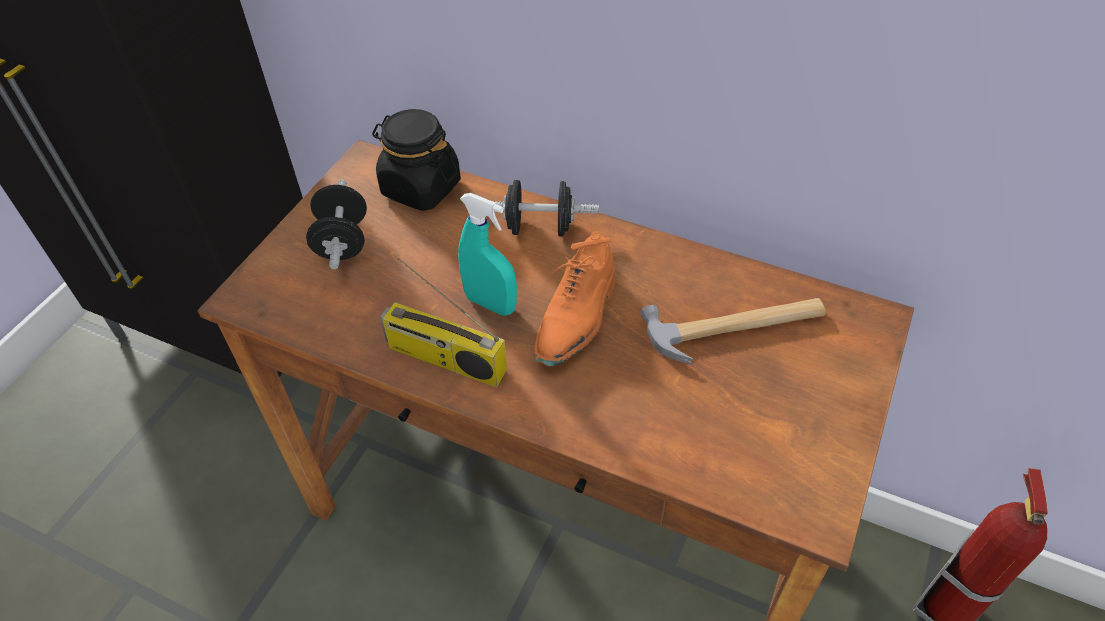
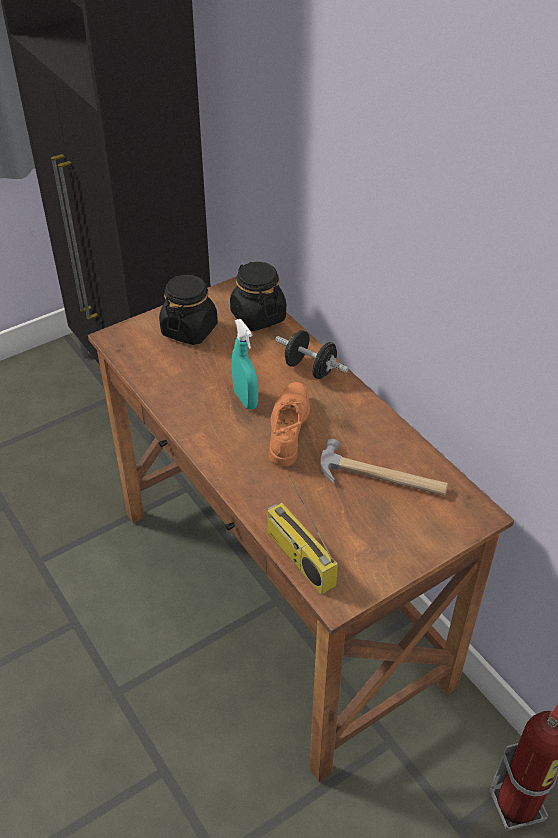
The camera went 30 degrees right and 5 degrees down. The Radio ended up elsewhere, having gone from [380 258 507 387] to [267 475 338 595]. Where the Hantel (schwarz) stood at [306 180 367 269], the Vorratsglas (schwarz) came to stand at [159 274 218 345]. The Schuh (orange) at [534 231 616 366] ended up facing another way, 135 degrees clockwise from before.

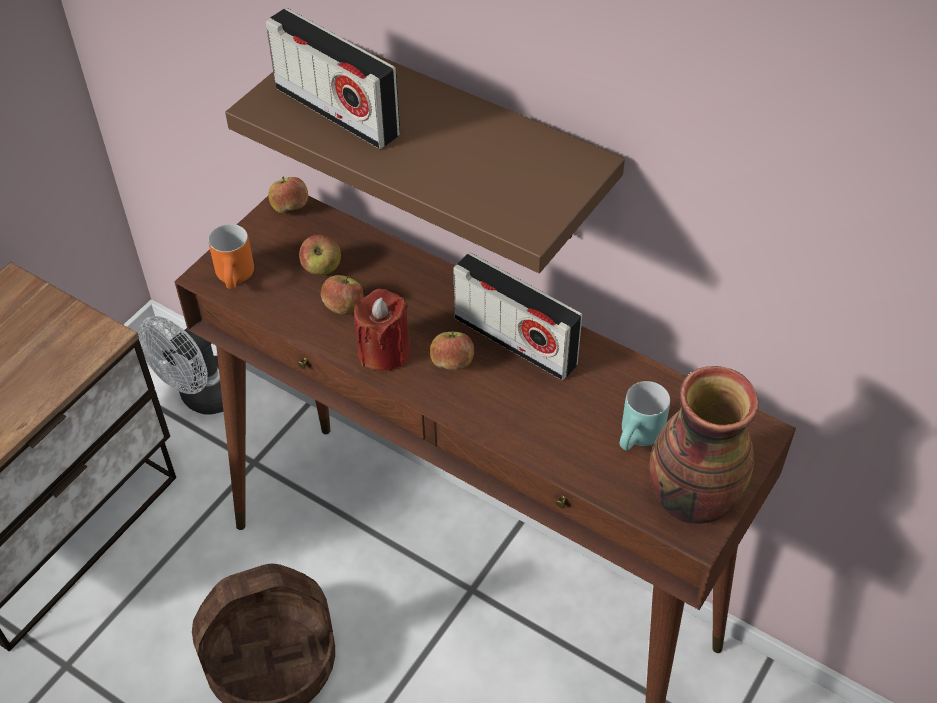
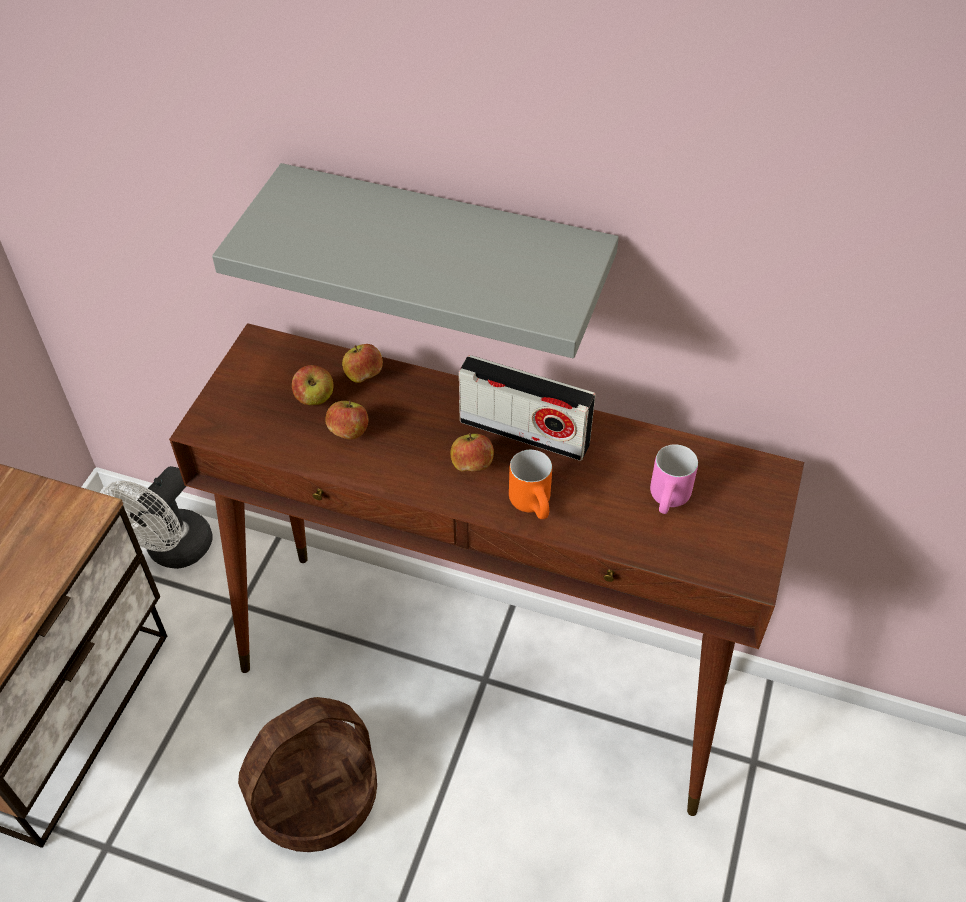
The camera went 15 degrees left and 0 degrees up. The second view lost the Radio at [266 8 400 149]. The second view lost the Kerze (rot) at [354 289 411 372]. The second view lost the Vase at [649 366 759 524]. The Henkelbecher (orange) ended up elsewhere, having gone from [208 224 254 289] to [509 450 552 519]. The Apfel ended up elsewhere, having gone from [268 177 308 213] to [342 344 383 383]. What was the Wandregal (braun) at [225 49 625 273] turned into the Wandregal (grau) at [212 163 619 358]. What was the Henkelbecher (türkis) at [620 381 670 451] turned into the Henkelbecher (rosa) at [650 444 698 514].

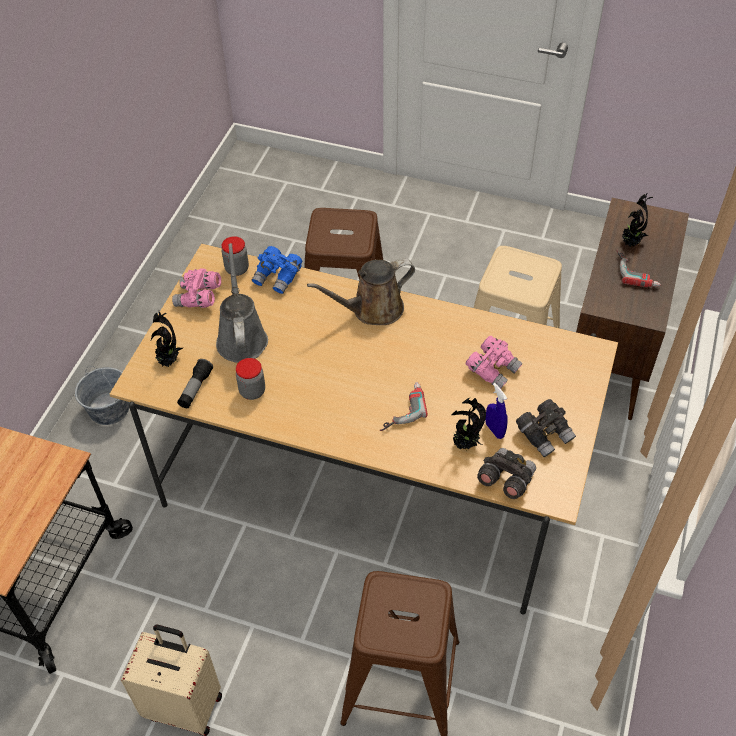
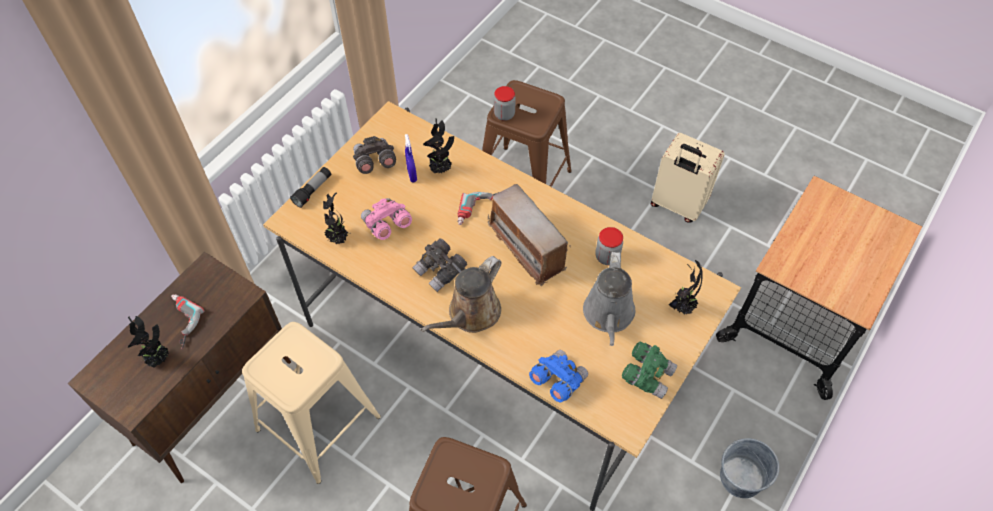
The camera went 165 degrees left and 5 degrees up. The second view gained the Topfpflanze at [323 192 350 245]. The second view gained the Radio at [488 184 571 286]. The Taschenlampe ended up elsewhere, having gone from [177 359 213 408] to [290 167 331 208]. The Vorratsglas ended up elsewhere, having gone from [222 236 249 276] to [494 86 516 121]. The Fernglas (grau) ended up elsewhere, having gone from [477 448 536 499] to [412 239 467 292]. What was the Fernglas (rosa) at [172 268 221 308] turned into the Fernglas (grün) at [622 341 677 399]. The Gießkanne (braun) at [307 259 415 325] ended up facing another way, 135 degrees clockwise from before.

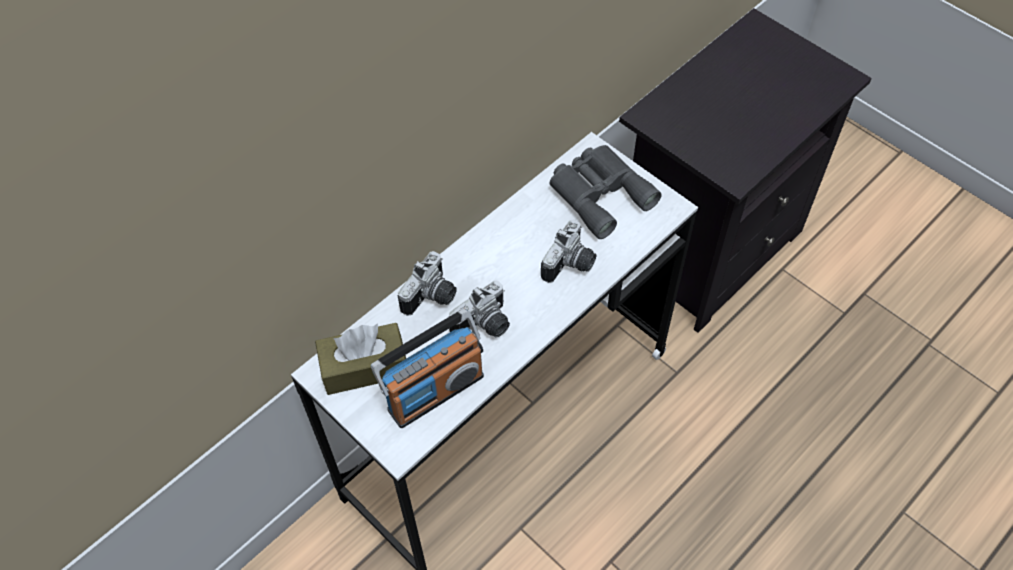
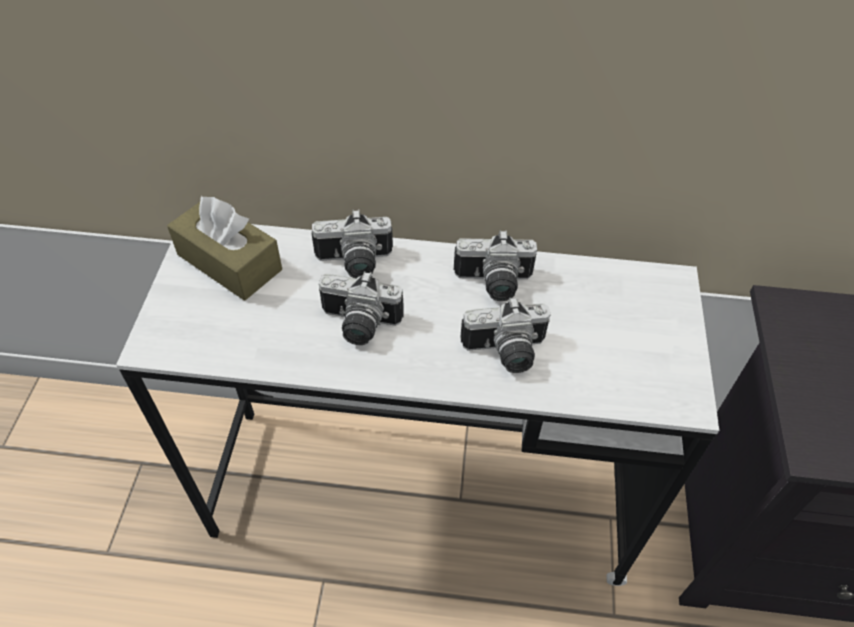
The camera went 50 degrees right and 5 degrees down. The second view lost the Radio at [371 309 484 429]. The second view lost the Fernglas (grau) at [550 145 662 239]. The second view gained the Kamera at [454 230 537 301].

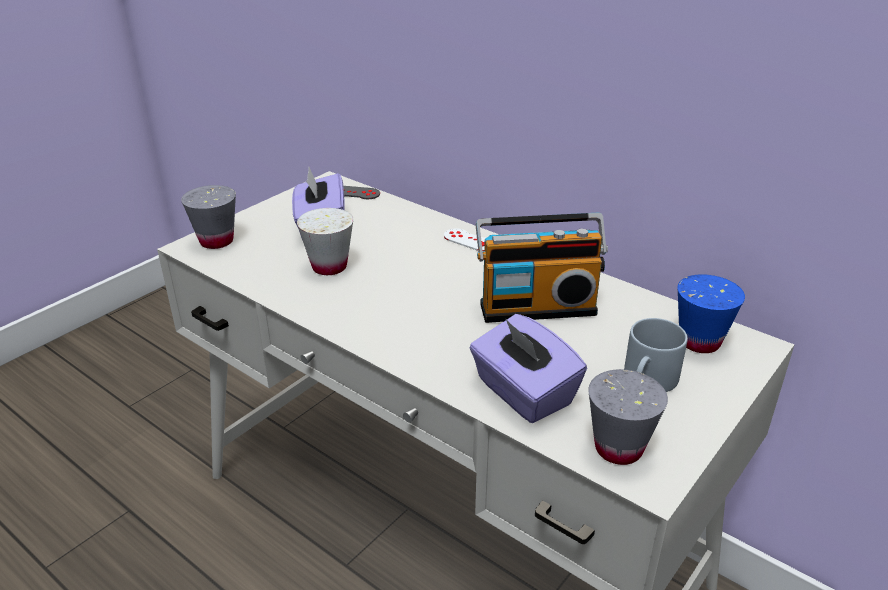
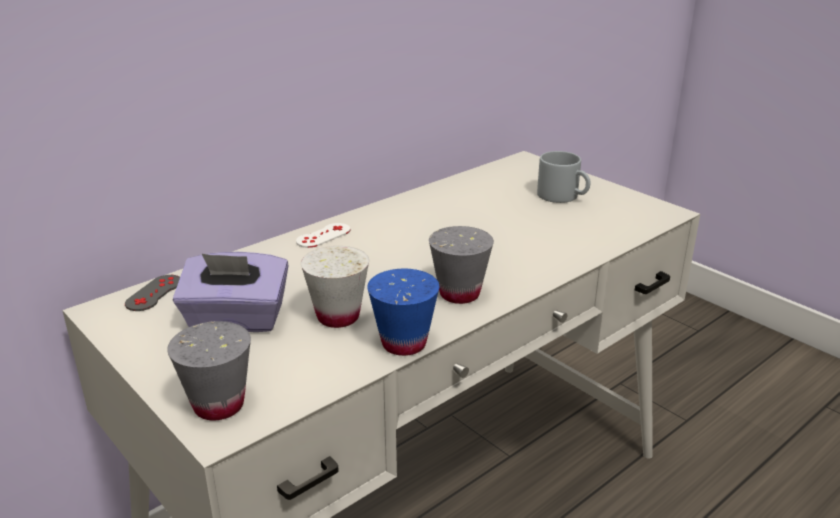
The camera went 80 degrees left and 5 degrees down. The second view lost the Taschentuchbox (lila) at [470 314 587 423]. The second view lost the Radio at [476 213 608 323]. The Tasse (grau) ended up elsewhere, having gone from [588 369 668 465] to [429 226 494 304]. The Tasse (blau) ended up elsewhere, having gone from [677 274 745 353] to [367 269 439 356].

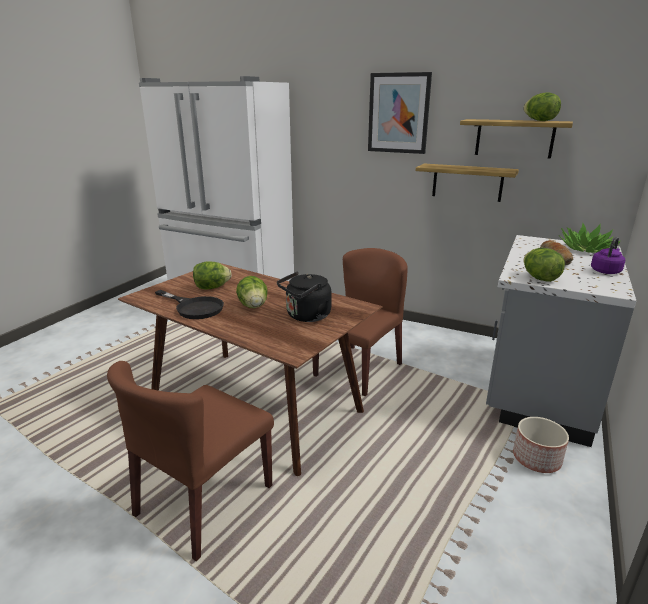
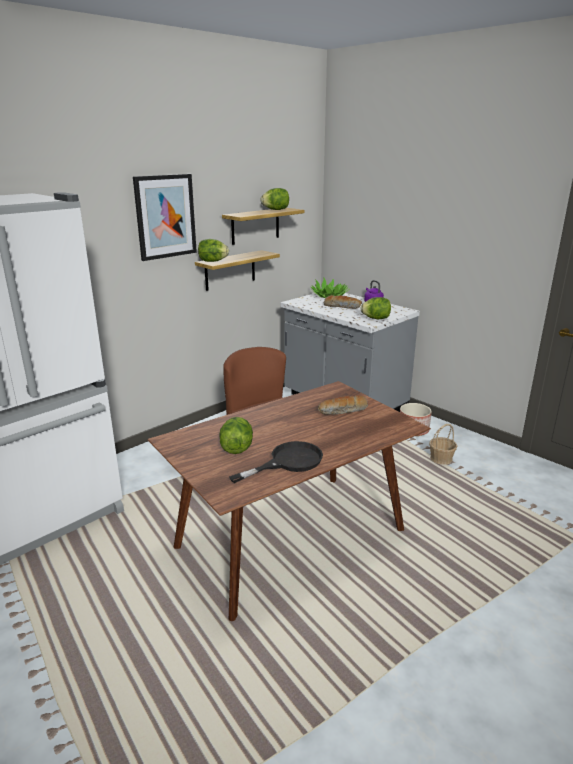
The camera went 70 degrees left and 0 degrees up. The second view lost the Stuhl (braun) at [107 361 274 561]. The second view gained the Korb at [429 424 457 465]. The Salatkopf ended up elsewhere, having gone from [236 276 268 308] to [198 239 229 262]. Where the Wasserkessel (schwarz) stood at [277 272 332 322], the Brot came to stand at [318 395 368 415].

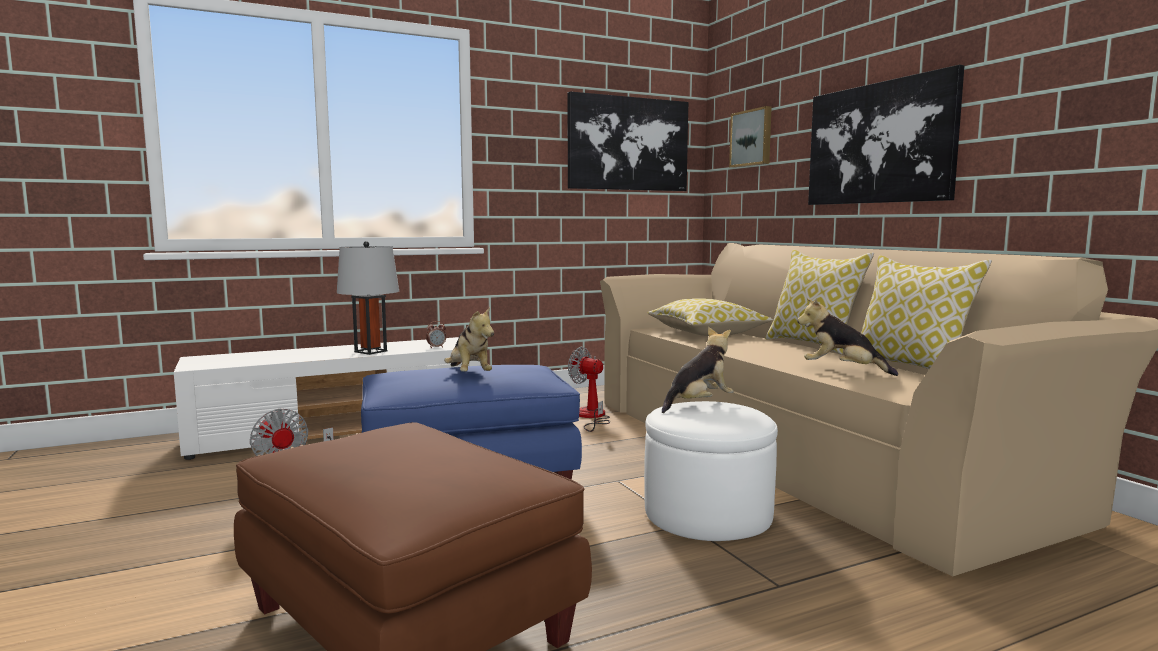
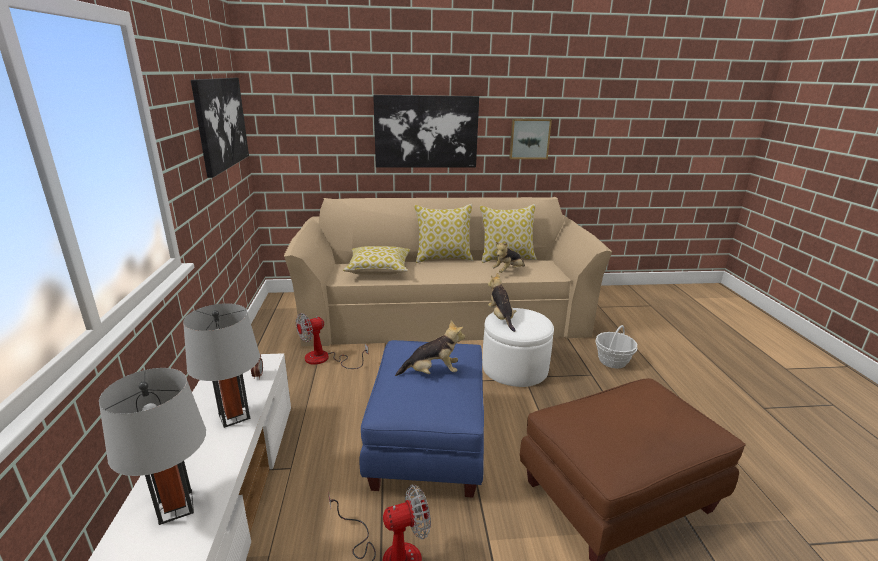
The camera went 70 degrees left and 15 degrees up. The second view gained the Tischlampe (grau) at [99 368 206 525]. The second view gained the Korb at [595 325 638 369]. The Bild ended up elsewhere, having gone from [729 106 772 168] to [509 119 552 159].

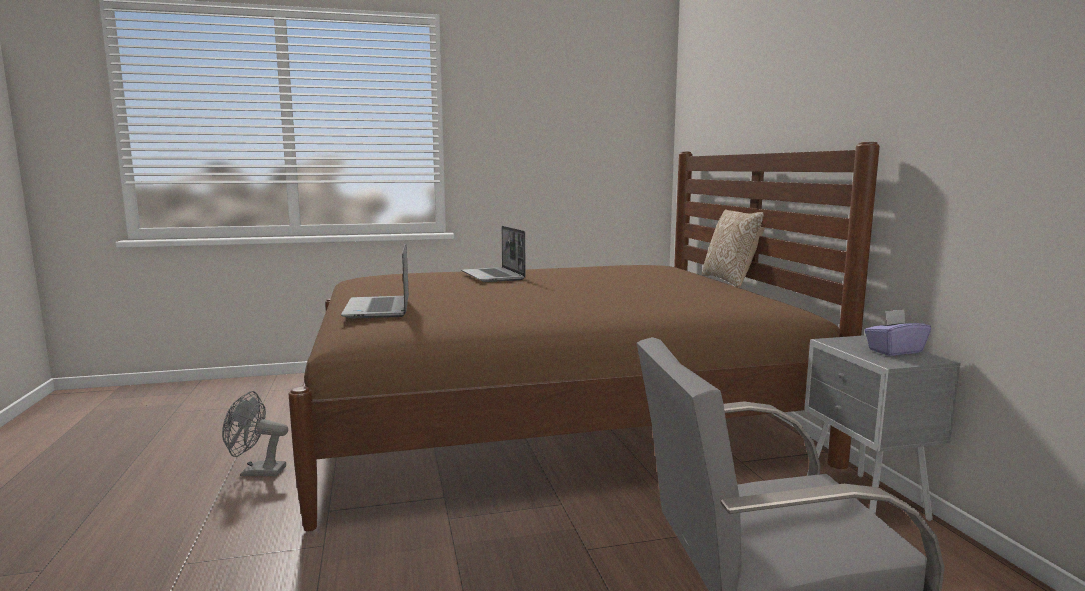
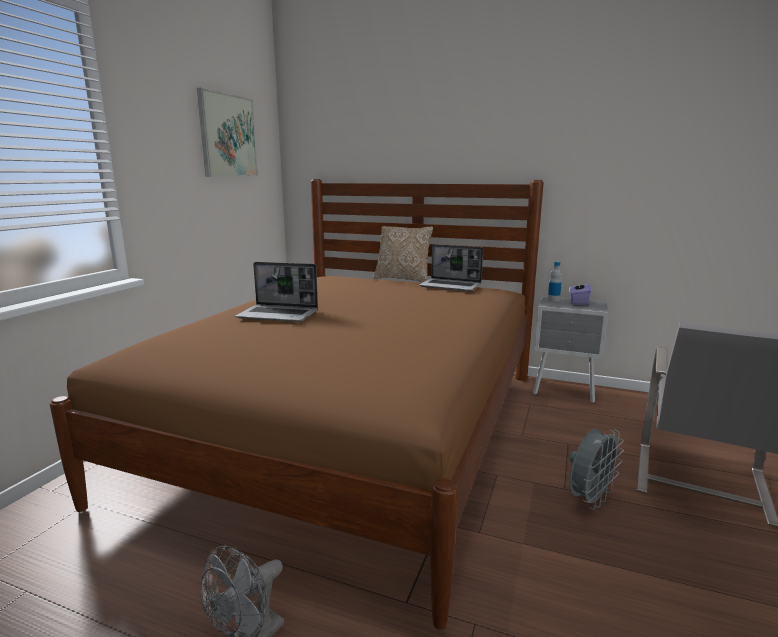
The camera went 55 degrees left and 5 degrees up. The second view gained the Bild at [197 88 258 177]. The second view gained the Flasche at [548 262 562 302]. The second view gained the Ventilator (grau) at [569 428 624 510]. The Laptop ended up elsewhere, having gone from [341 243 409 318] to [419 244 483 291].

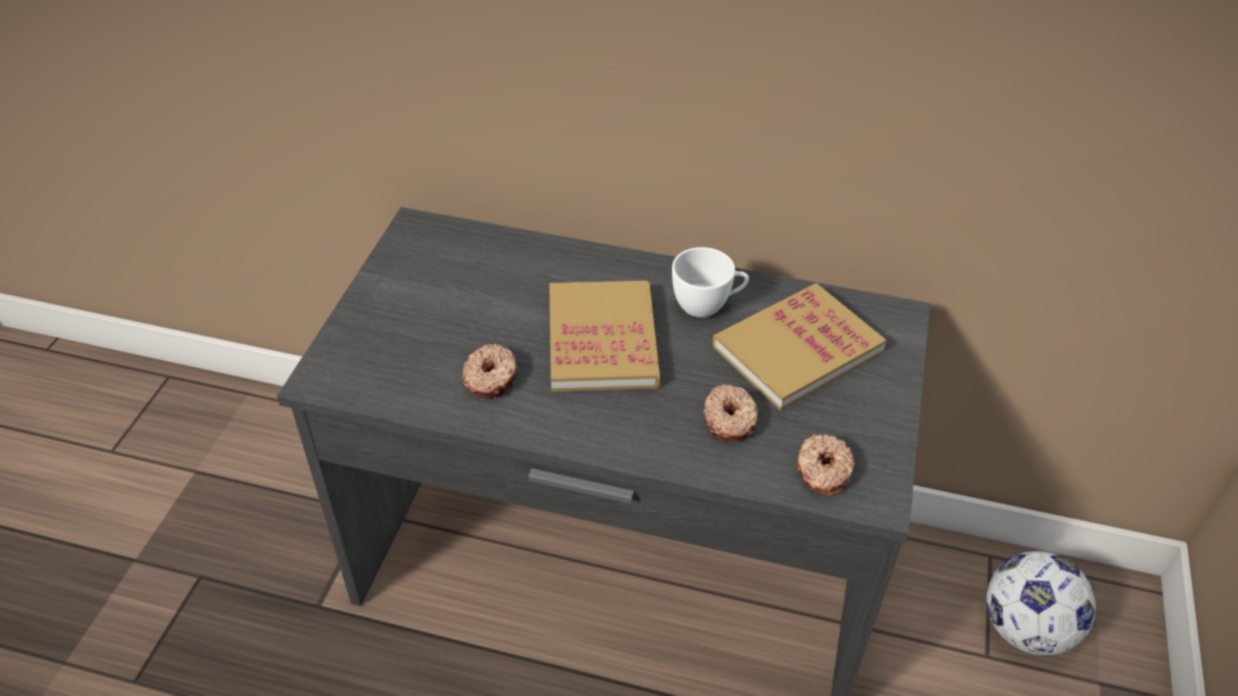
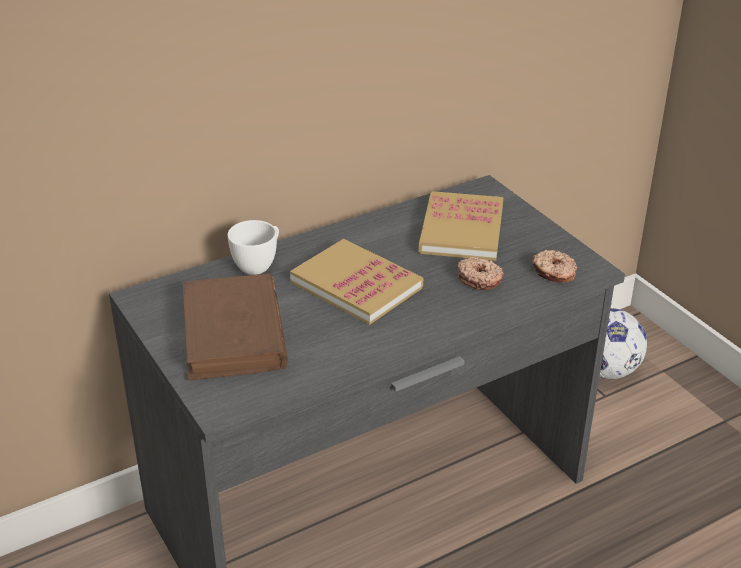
The camera went 45 degrees left and 10 degrees down. The second view lost the Donut at [462 344 517 398]. The second view gained the Buch (braun) at [183 274 288 380]. The Tasse (weiß) ended up elsewhere, having gone from [672 247 749 318] to [228 220 279 275].

